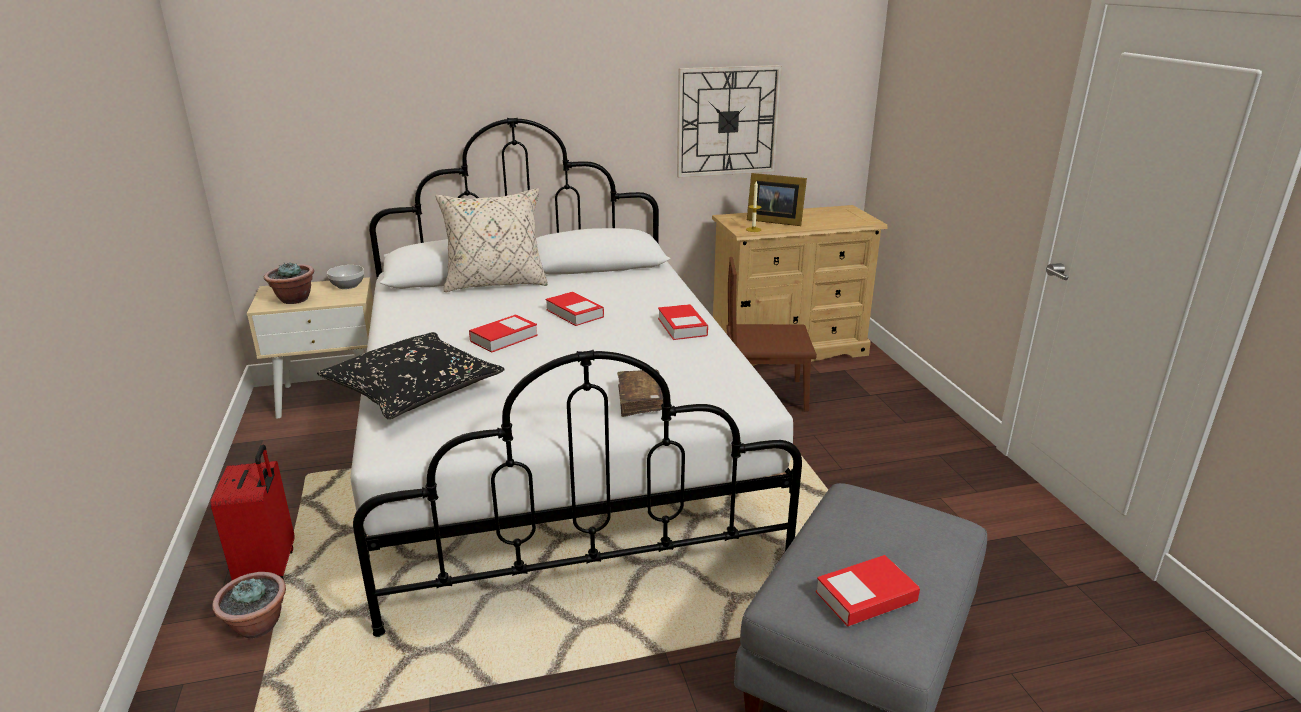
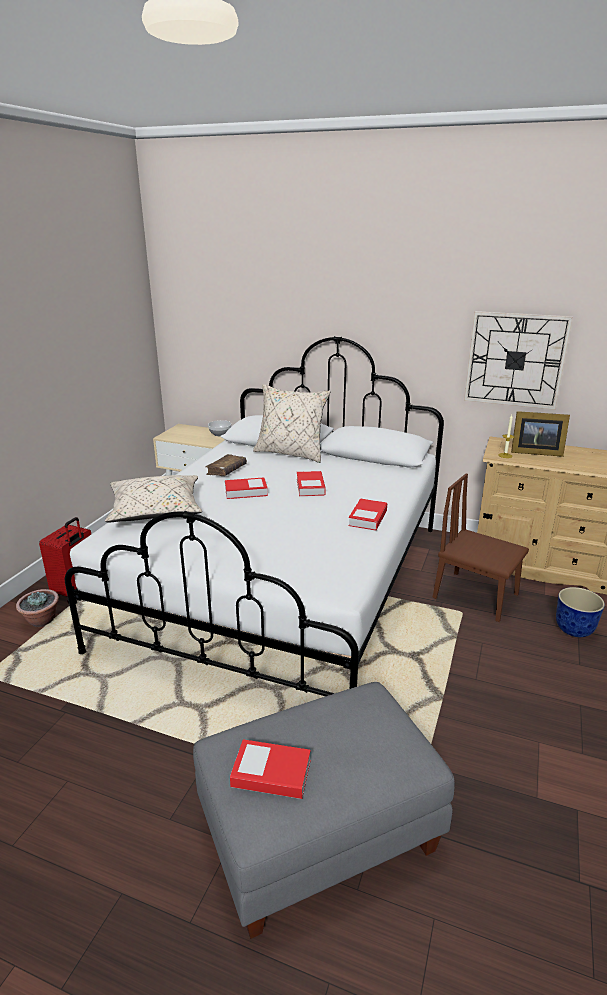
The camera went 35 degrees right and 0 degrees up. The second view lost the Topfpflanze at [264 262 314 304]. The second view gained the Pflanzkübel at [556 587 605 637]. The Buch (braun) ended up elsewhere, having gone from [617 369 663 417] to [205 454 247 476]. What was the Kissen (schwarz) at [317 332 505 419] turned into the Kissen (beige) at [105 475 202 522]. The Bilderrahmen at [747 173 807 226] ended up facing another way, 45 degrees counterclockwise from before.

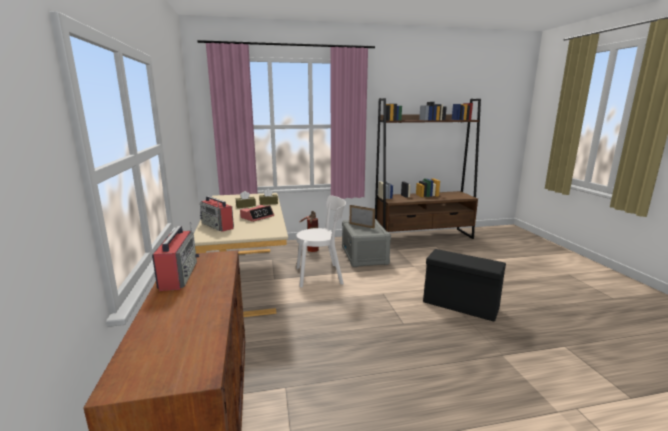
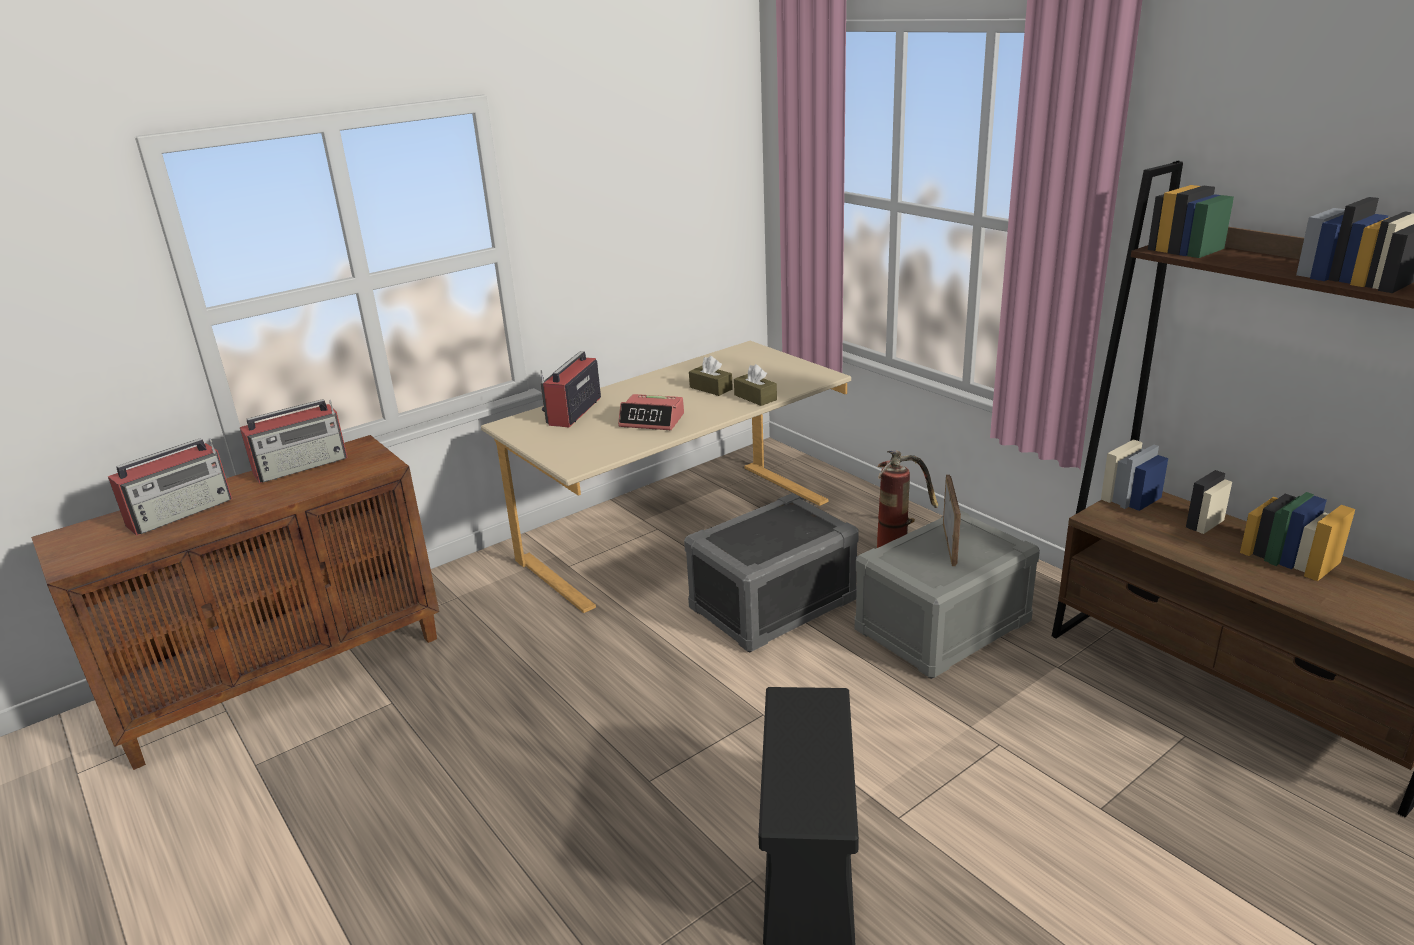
The camera went 65 degrees right and 10 degrees up. The second view gained the Radio at [108 438 232 536]. Where the Stuhl (weiß) stood at [296 195 346 287], the Aufbewahrungsbox (grau) came to stand at [684 493 859 652].

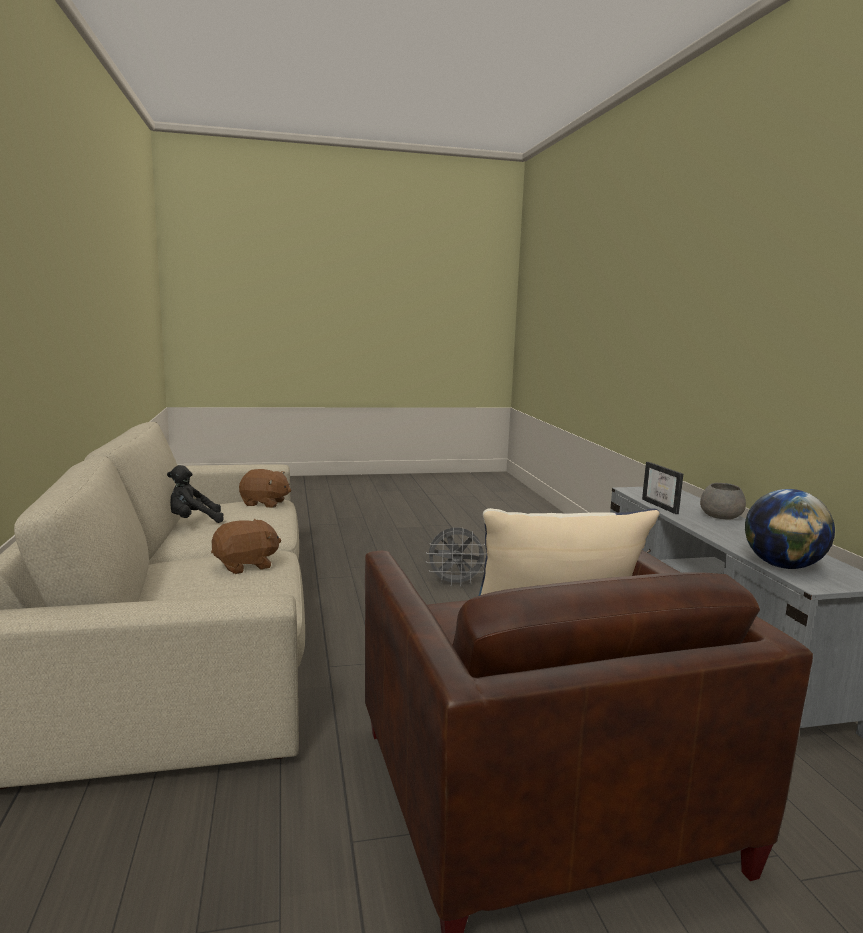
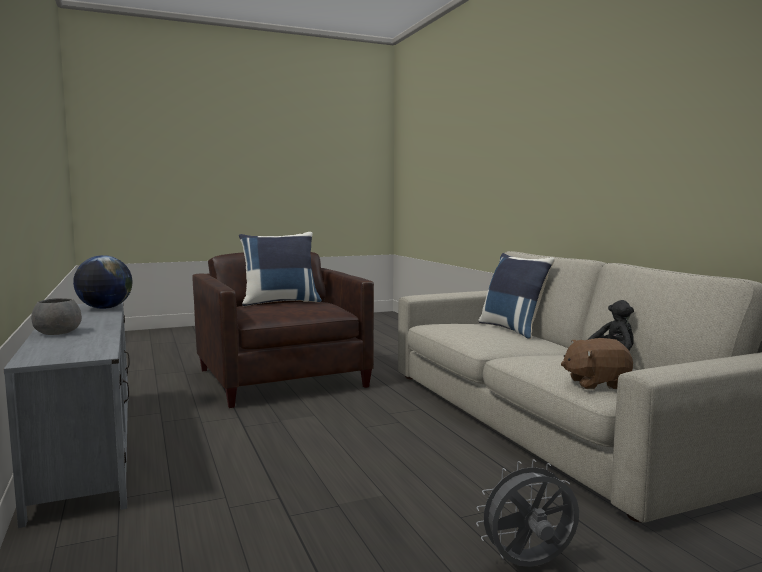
The camera went 170 degrees right and 5 degrees down. The second view lost the Plüschtier (braun) at [211 519 281 574]. The second view lost the Bilderrahmen at [642 462 683 514]. The second view gained the Kissen (blau) at [478 253 555 339]. The Ventilator (grau) ended up elsewhere, having gone from [426 528 487 587] to [476 459 579 567].

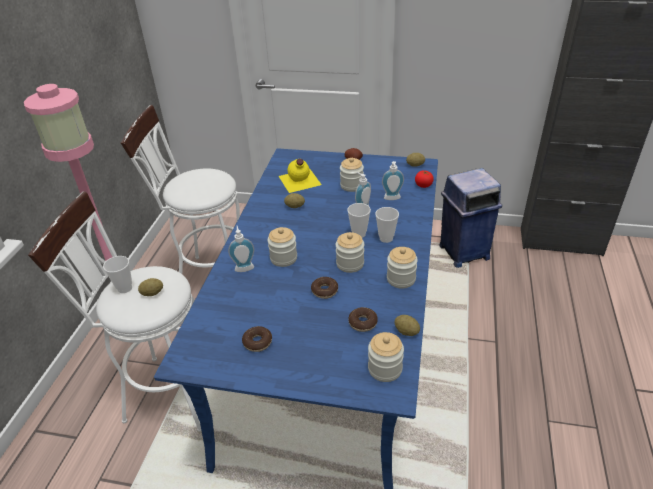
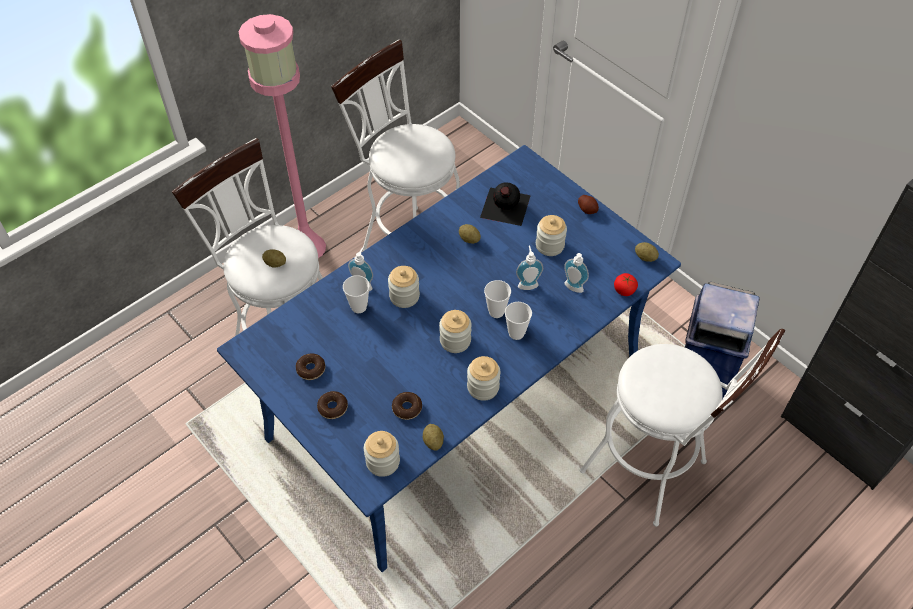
The camera went 35 degrees right and 15 degrees up. The second view gained the Hocker (weiß) at [580 329 785 527]. The Tasse ended up elsewhere, having gone from [103 256 132 293] to [343 275 370 313]. The Donut ended up elsewhere, having gone from [311 277 338 299] to [317 391 348 419]. What was the Flasche (gelb) at [279 159 322 193] turned into the Flasche (schwarz) at [480 183 531 226].

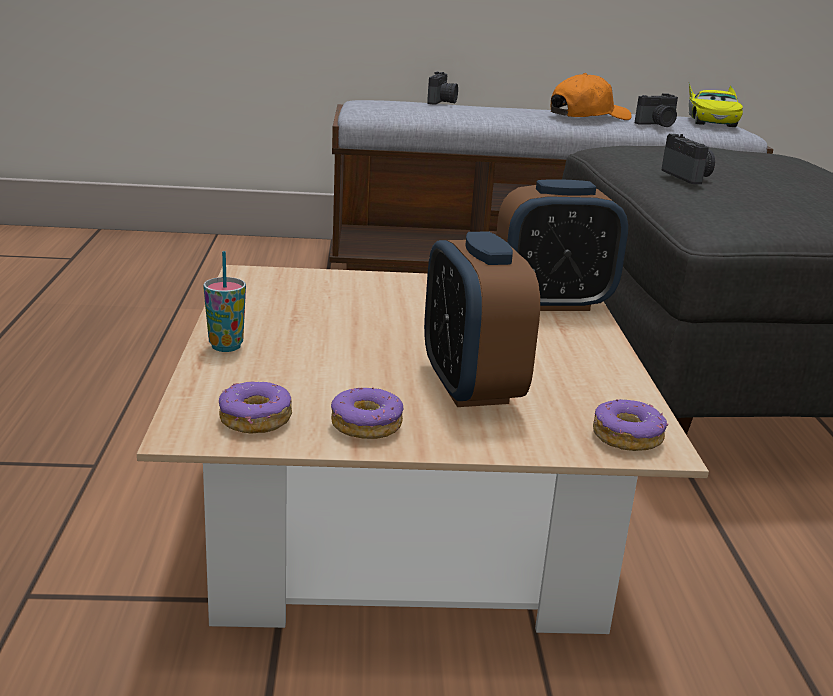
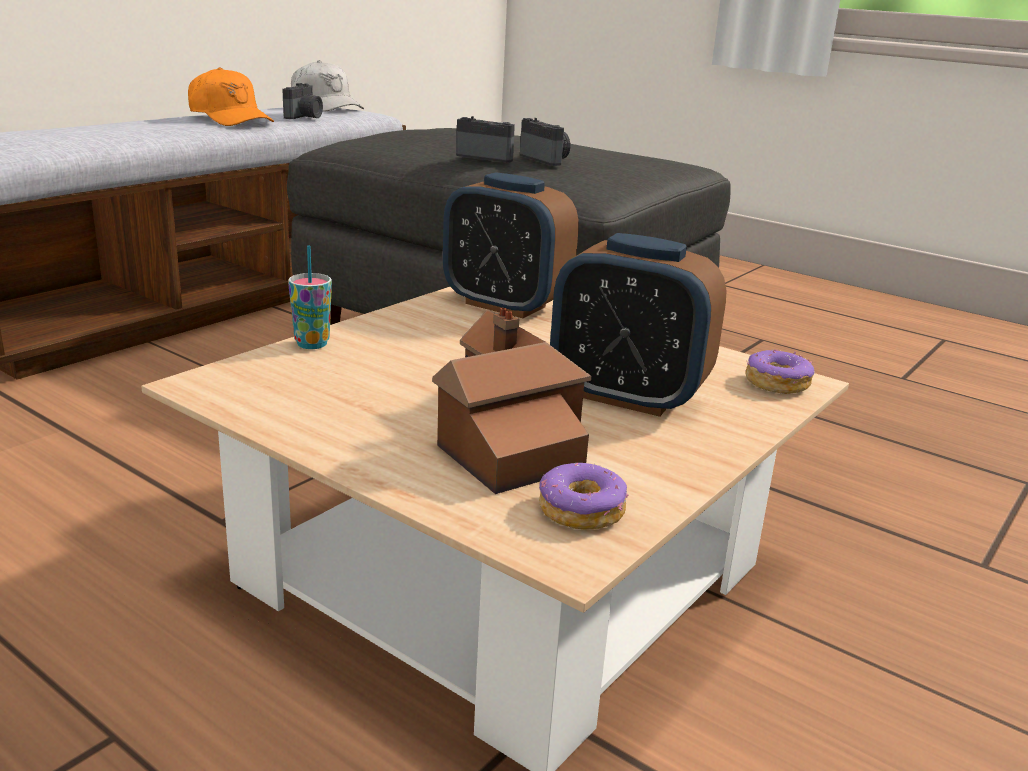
The camera went 50 degrees left and 0 degrees up. The second view lost the Donut at [331 387 403 439]. The second view gained the Spielzeughaus at [432 308 591 494]. The Tasse ended up elsewhere, having gone from [203 251 246 352] to [288 245 332 349]. The Kamera ended up elsewhere, having gone from [427 72 458 105] to [520 118 570 166]. Where the Spielzeugauto (gelb) stood at [689 83 743 127], the Kappe (weiß) came to stand at [291 60 364 111]. The Wecker at [496 179 628 311] ended up facing another way, 90 degrees clockwise from before. The Kappe (orange) at [551 73 632 120] ended up facing another way, 120 degrees clockwise from before.

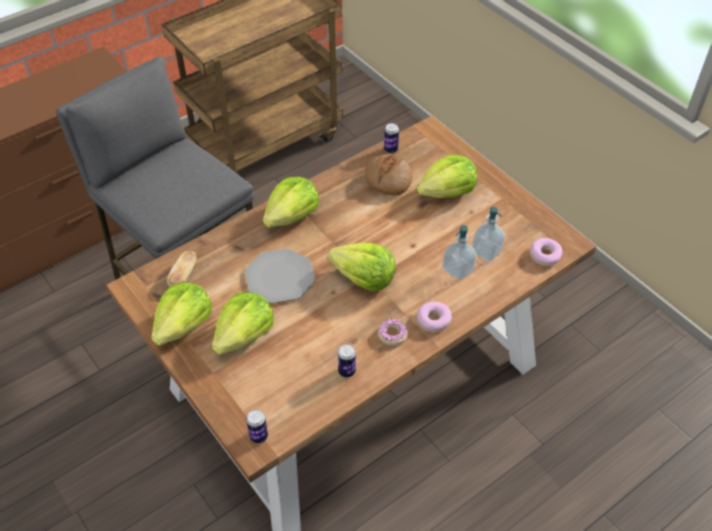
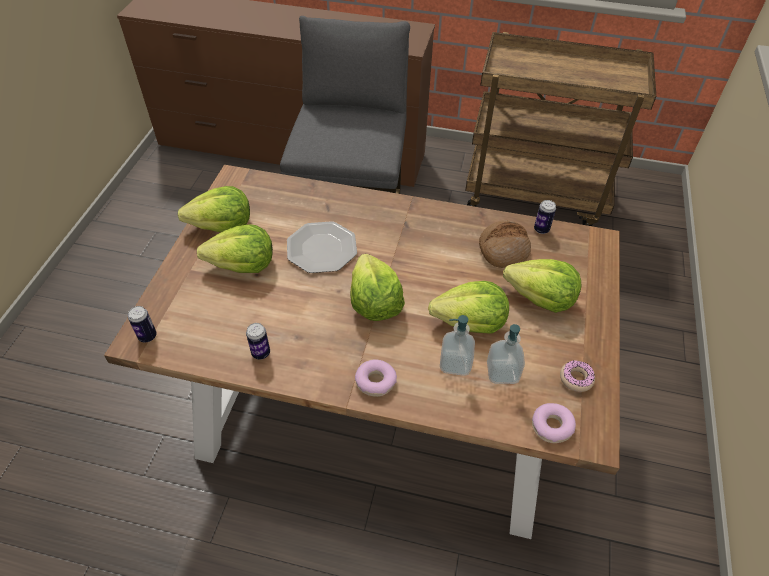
The camera went 50 degrees right and 0 degrees up. The second view lost the Brot at [167 251 197 287]. The Salatkopf ended up elsewhere, having gone from [263 177 319 228] to [428 281 509 334]. The Donut ended up elsewhere, having gone from [378 319 408 346] to [560 360 595 392].

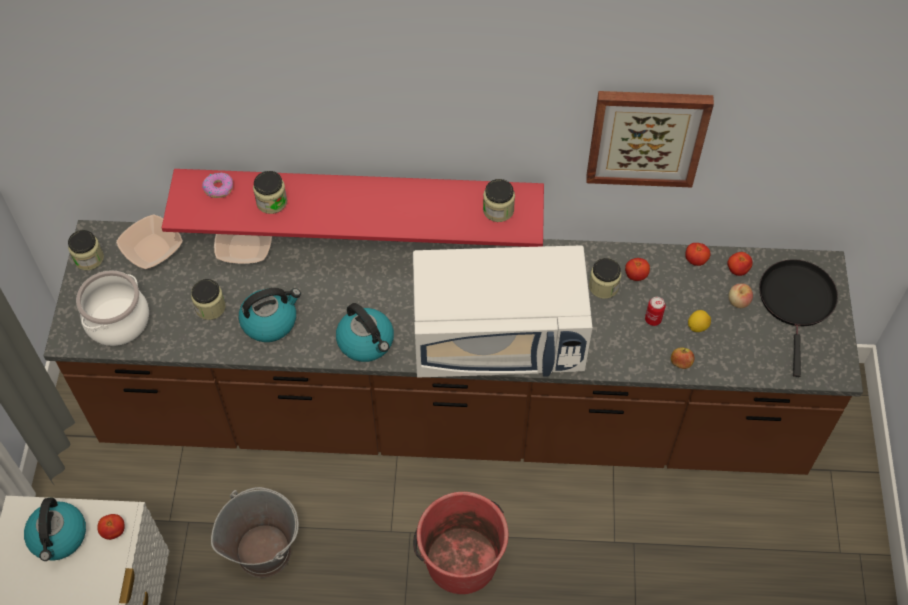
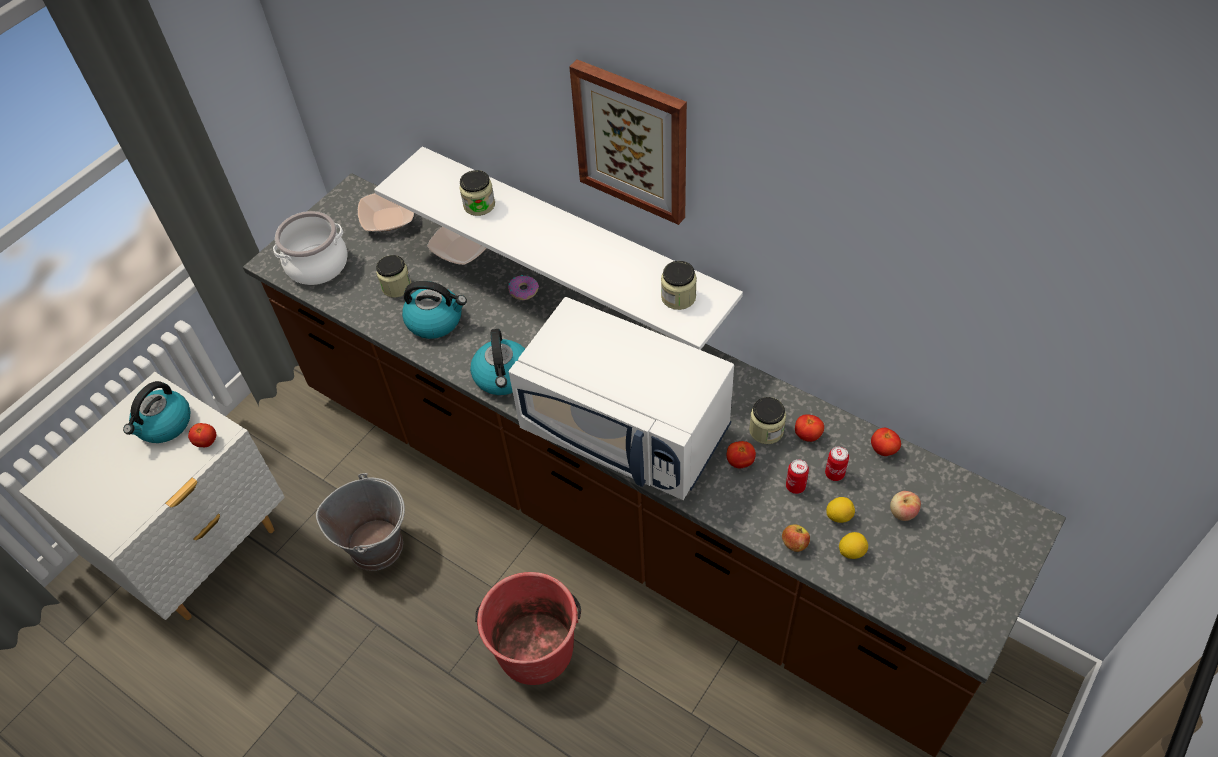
The camera went 35 degrees right and 5 degrees down. The second view lost the Vorratsglas at [68 230 104 270]. The second view lost the Pfanne (schwarz) at [759 259 838 377]. The second view gained the Dose at [825 446 849 481]. The second view gained the Zitrone at [839 532 868 559]. The Donut ended up elsewhere, having gone from [202 173 233 198] to [508 275 539 300]. The Bild ended up elsewhere, having gone from [586 91 714 187] to [569 59 687 225]. The Tomate ended up elsewhere, having gone from [727 252 753 276] to [727 441 756 468]. What was the Wandregal (rot) at [162 169 544 247] turned into the Wandregal (weiß) at [374 146 743 350].

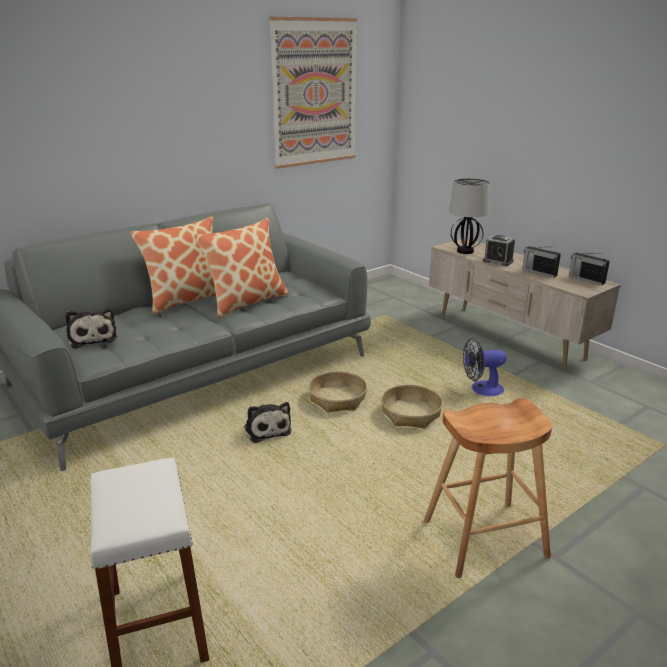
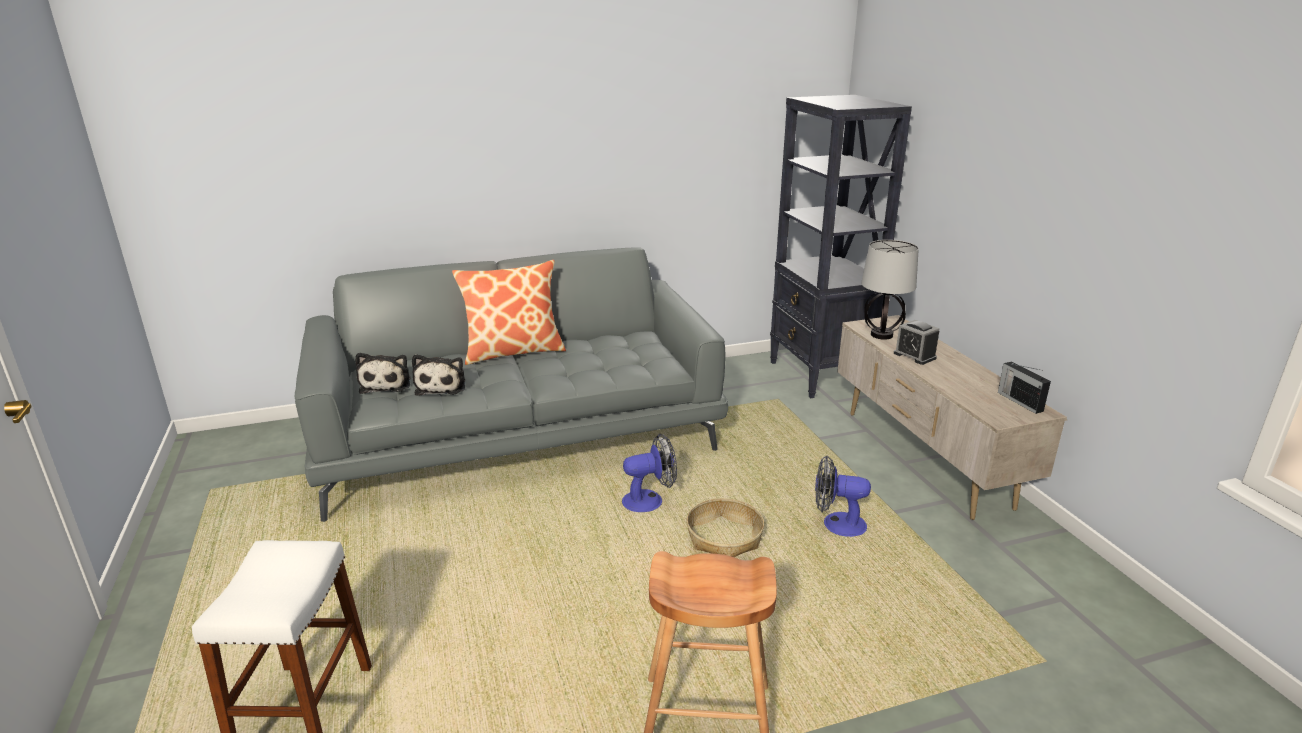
The camera went 20 degrees right and 0 degrees up. The second view lost the Kissen at [194 218 289 318]. The second view lost the Bild at [269 17 357 169]. The second view lost the Radio at [522 246 561 277]. The second view gained the Bücherregal (schwarz) at [770 95 912 398]. The Plüschtier ended up elsewhere, having gone from [244 402 291 443] to [412 354 465 396]. Where the Korb stood at [308 371 367 412], the Ventilator came to stand at [622 434 677 512].

